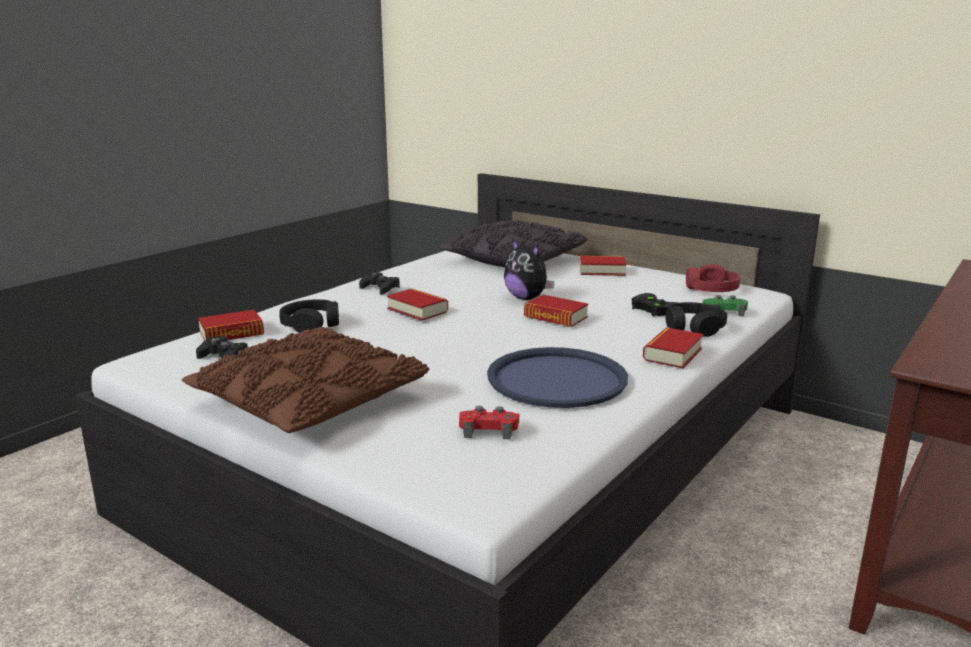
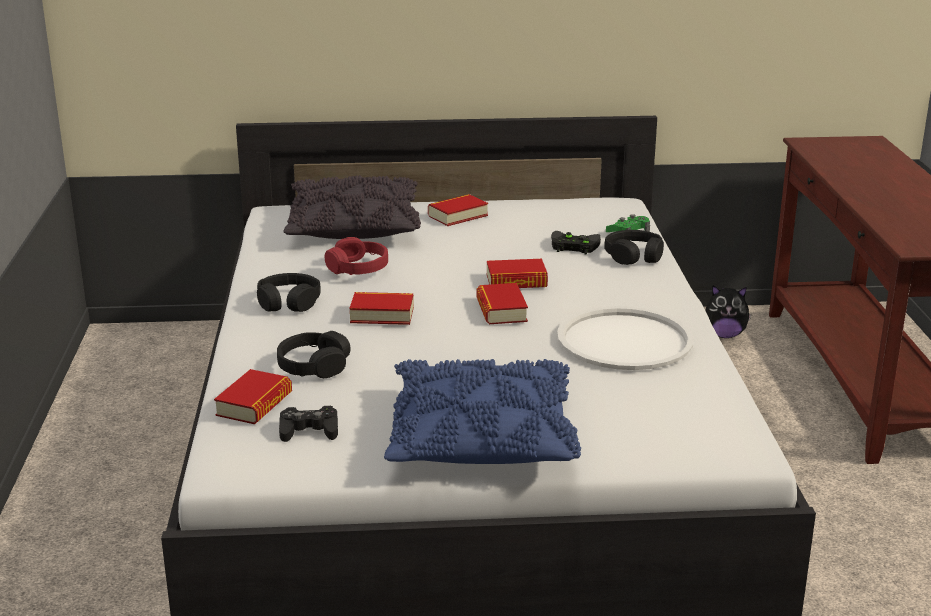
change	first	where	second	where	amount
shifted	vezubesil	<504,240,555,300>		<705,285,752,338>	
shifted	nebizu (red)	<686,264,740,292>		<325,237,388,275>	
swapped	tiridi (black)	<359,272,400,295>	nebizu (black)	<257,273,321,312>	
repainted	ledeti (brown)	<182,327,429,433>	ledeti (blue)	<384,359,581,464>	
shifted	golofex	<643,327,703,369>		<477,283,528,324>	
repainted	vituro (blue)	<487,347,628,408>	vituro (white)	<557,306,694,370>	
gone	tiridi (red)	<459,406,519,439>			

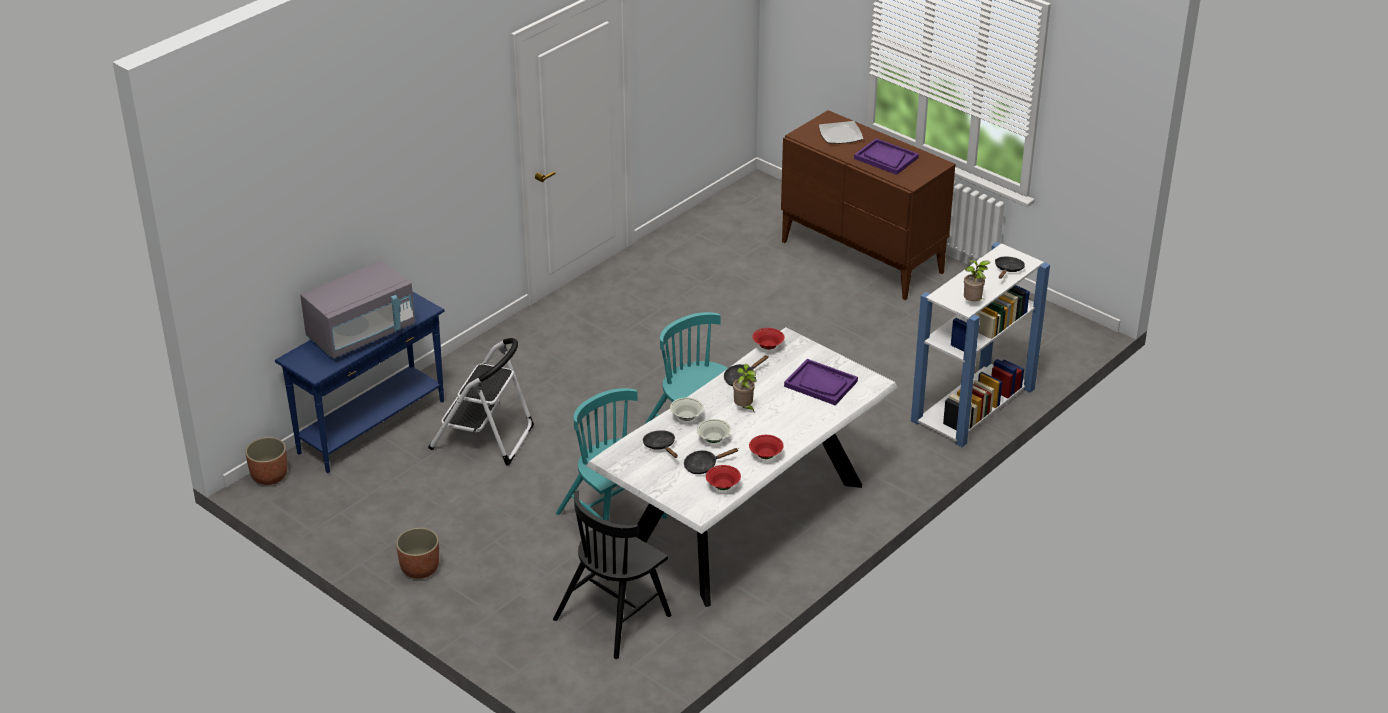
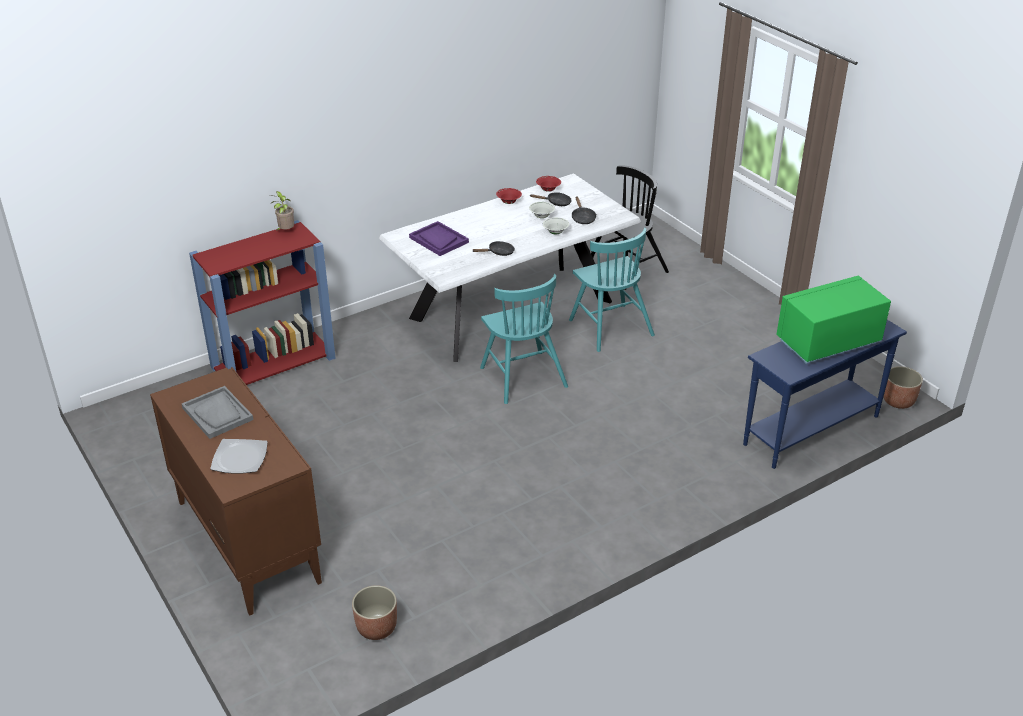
change	first	where	second	where	amount
repainted	vituro (purple)	<854,138,919,175>	vituro (grey)	<182,386,254,439>	
repainted	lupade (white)	<911,242,1050,447>	lupade (red)	<189,220,336,385>	
gone	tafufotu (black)	<995,257,1025,279>			
repainted	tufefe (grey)	<300,261,415,359>	tufefe (green)	<776,275,891,364>	
gone	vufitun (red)	<752,328,785,350>			
gone	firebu	<428,338,534,466>			
gone	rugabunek	<733,364,756,411>			
shifted	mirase	<396,528,439,579>		<352,585,397,640>	

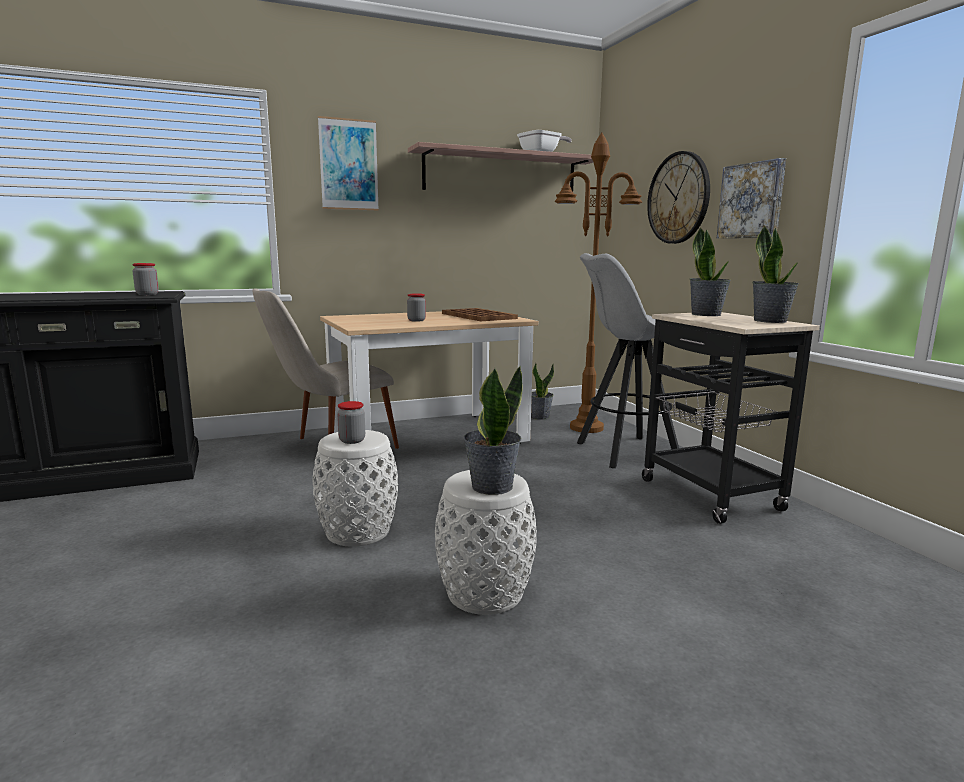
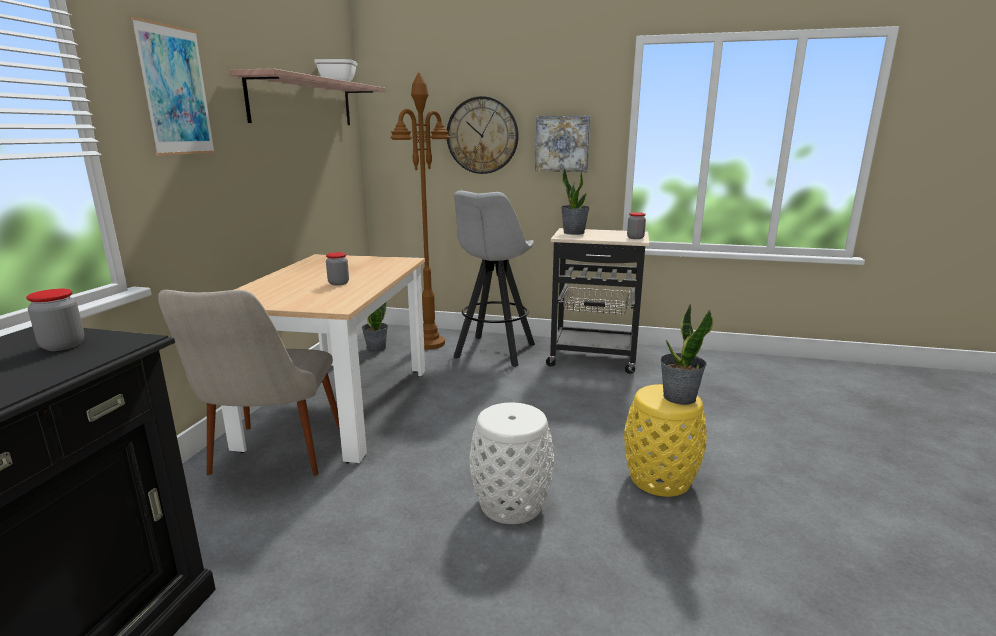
change	first	where	second	where	amount
gone	rugabunek	<752,225,799,323>			
gone	vituro (brown)	<442,308,518,321>			
shifted	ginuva	<337,401,365,444>		<627,212,646,239>	
repainted	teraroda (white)	<435,470,537,615>	teraroda (yellow)	<624,384,707,497>	

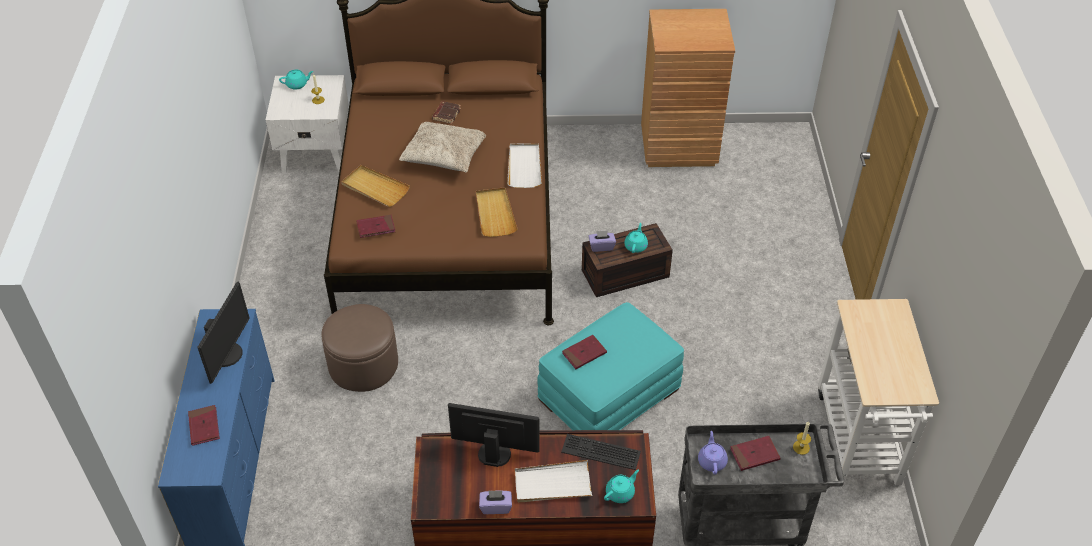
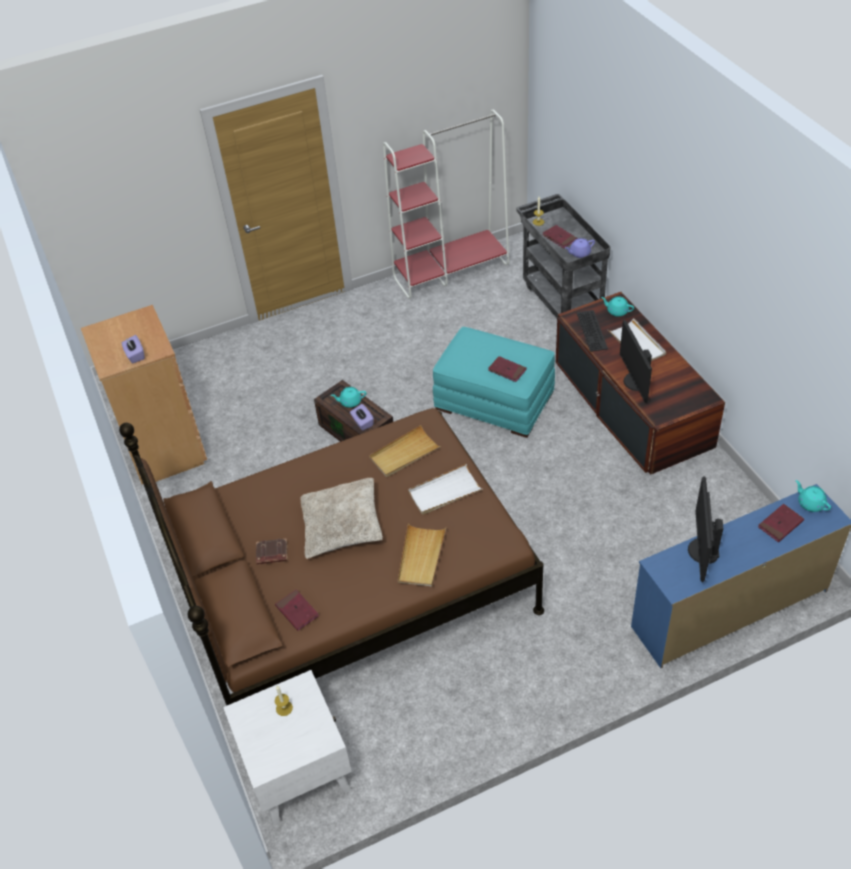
change	first	where	second	where	amount
shifted	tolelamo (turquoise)	<279,70,313,90>		<796,480,831,512>	
shifted	vituro (white)	<507,143,542,188>		<408,464,483,515>	
shifted	golofex (red)	<356,215,395,238>		<275,589,319,631>	
rotated	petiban	<197,282,250,384>		<688,476,723,582>	75 degrees counterclockwise
swapped	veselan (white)	<818,299,939,486>	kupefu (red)	<383,110,509,299>	
gone	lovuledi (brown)	<321,304,398,392>			
shifted	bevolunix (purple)	<479,490,512,514>		<122,335,145,363>	

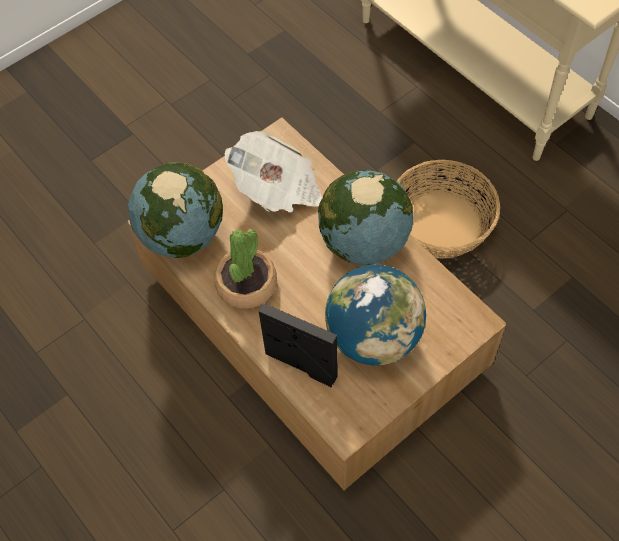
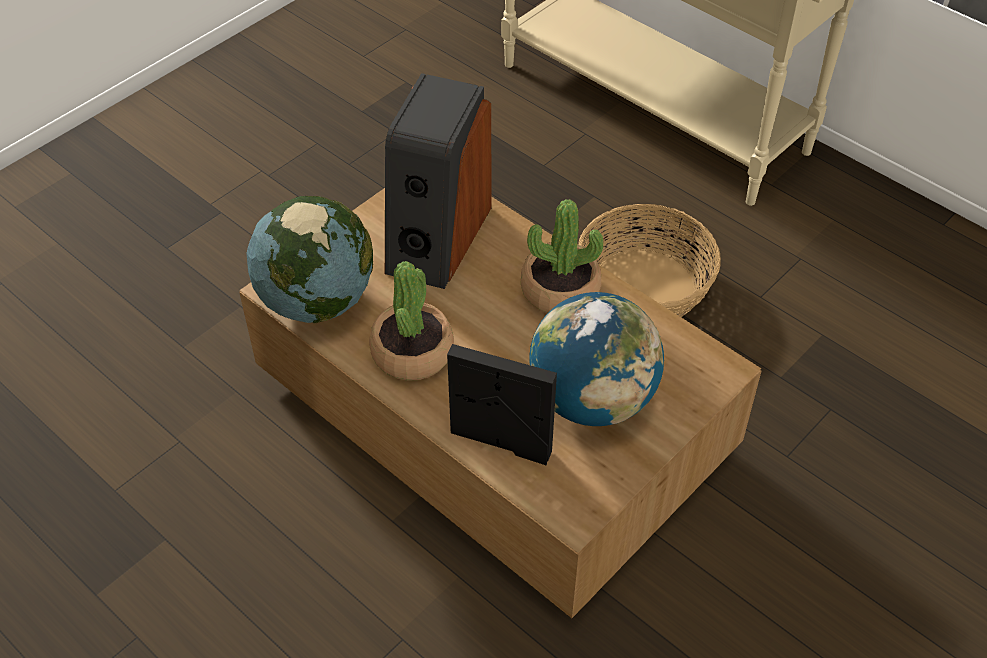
change	first	where	second	where	amount
swapped	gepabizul	<225,131,322,213>	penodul	<385,73,492,289>	
swapped	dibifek	<318,170,413,265>	rugabunek	<521,199,603,313>	

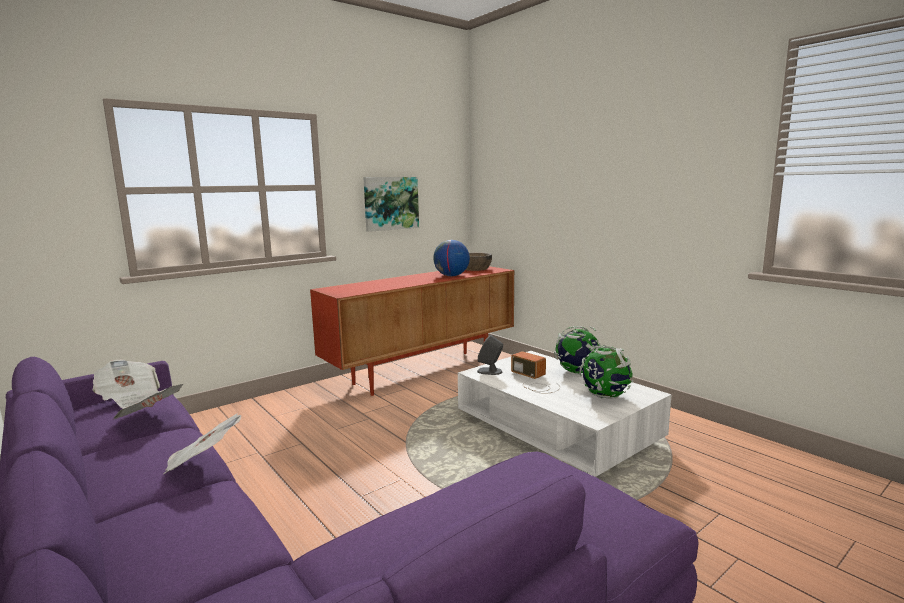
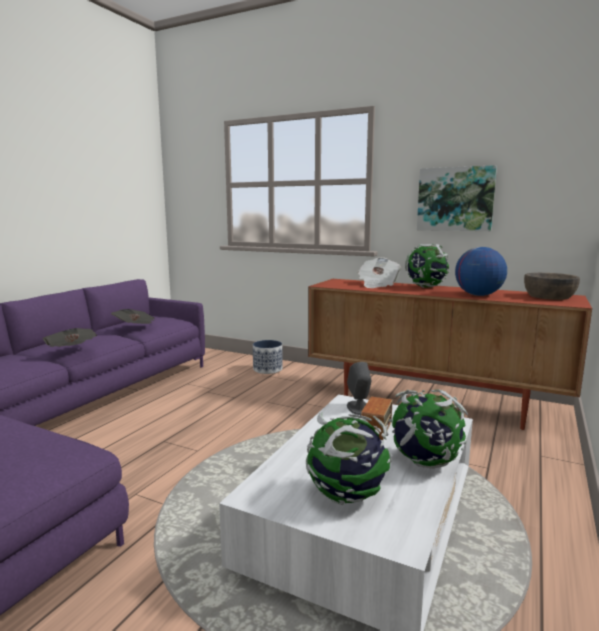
change	first	where	second	where	amount
shifted	gepabizul	<93,359,160,409>		<358,257,402,288>	
new			dibifek	<405,243,450,288>	
new			mirase	<253,340,283,374>	

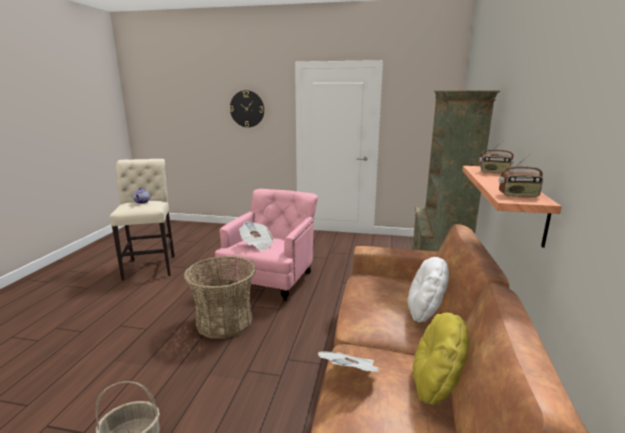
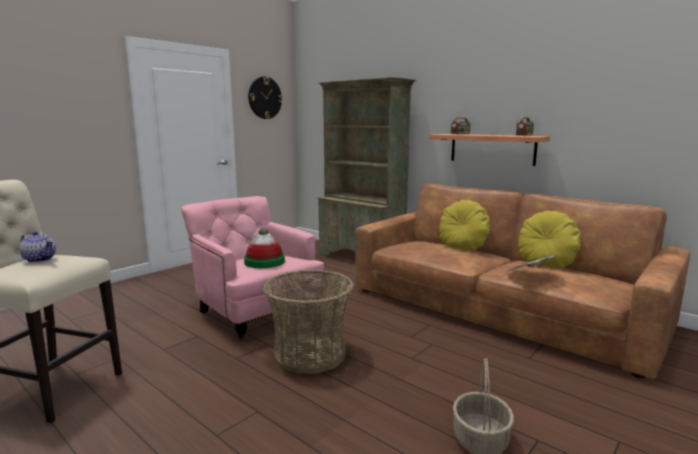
change	first	where	second	where	amount
shifted	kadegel	<230,90,264,127>		<248,77,283,119>	
swapped	gepabizul	<239,221,275,251>	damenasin	<244,227,285,268>	
repainted	ledeti (white)	<407,257,449,322>	ledeti (yellow)	<439,200,490,251>	

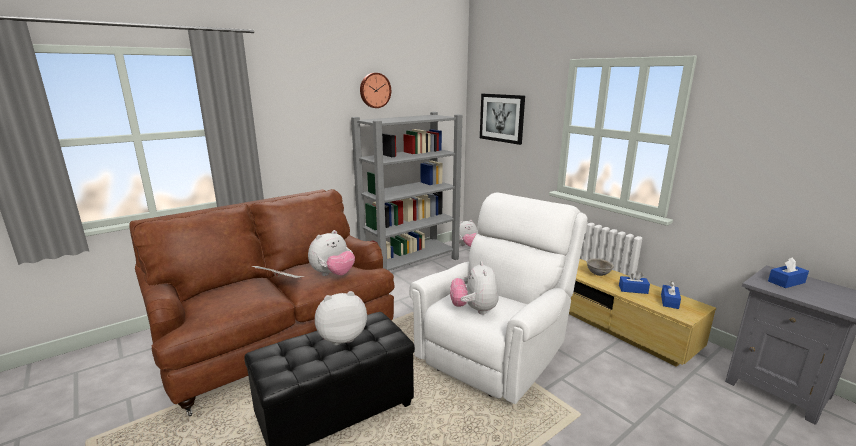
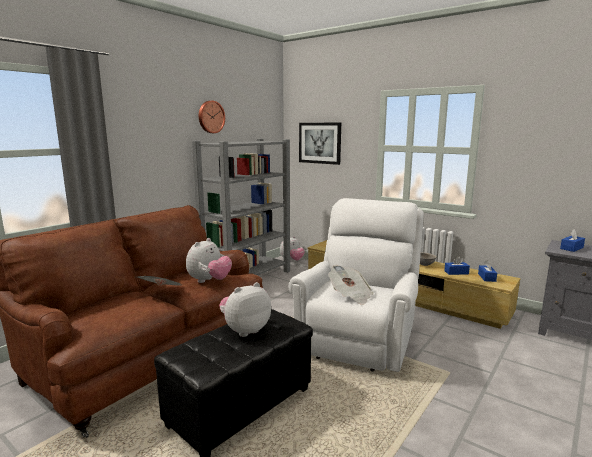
change	first	where	second	where	amount
swapped	vezubesil	<450,261,499,315>	gepabizul	<328,265,374,305>	

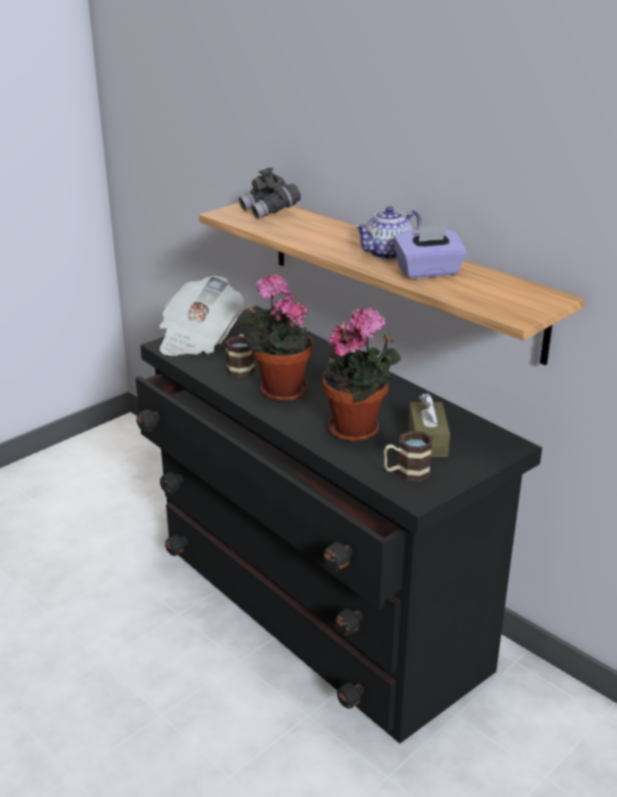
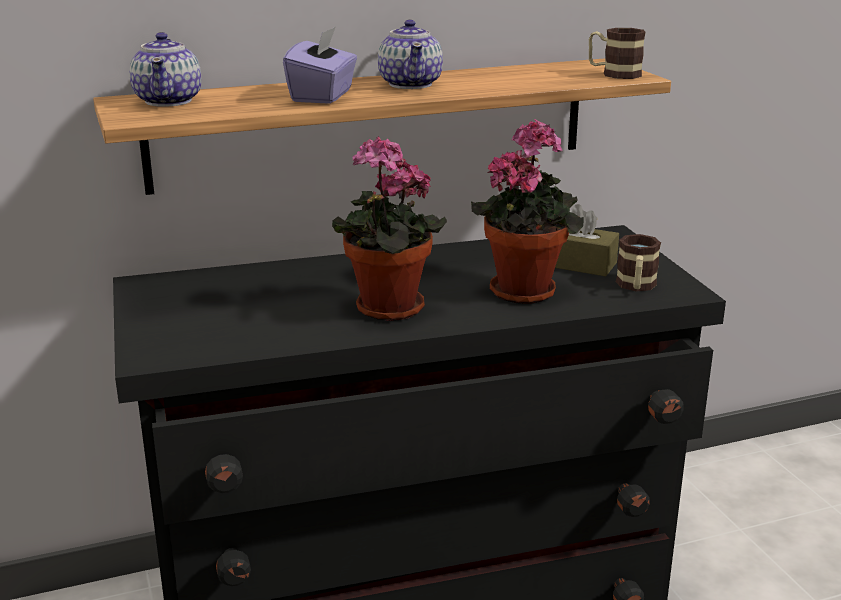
change	first	where	second	where	amount
swapped	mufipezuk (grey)	<239,167,301,219>	tolelamo	<130,32,201,107>	
shifted	bevolunix (purple)	<393,225,467,279>		<283,27,357,104>	
gone	gepabizul	<159,276,245,356>			
shifted	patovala	<225,334,255,378>		<589,28,646,79>	

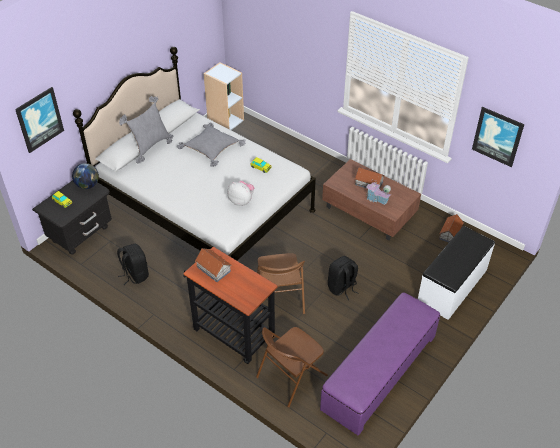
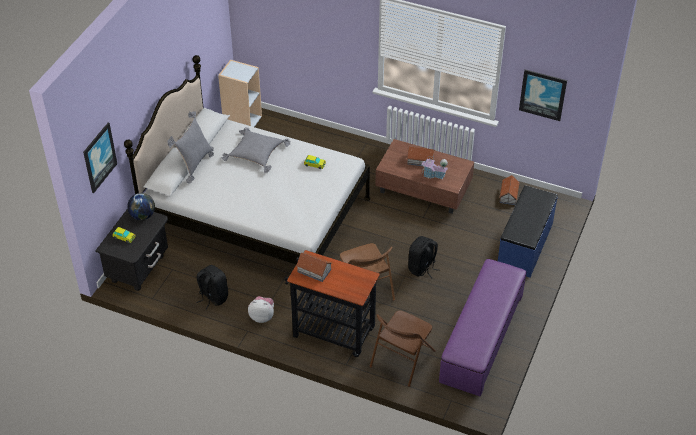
change	first	where	second	where	amount
shifted	vezubesil	<227,181,254,206>		<248,296,274,323>	
repainted	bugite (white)	<418,226,495,320>	bugite (blue)	<498,185,558,277>	

